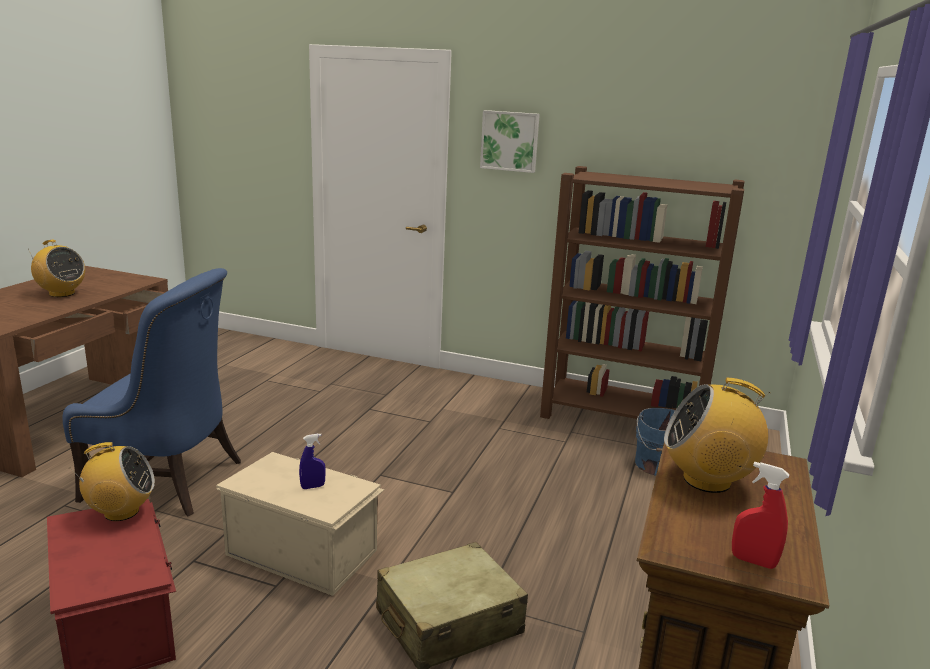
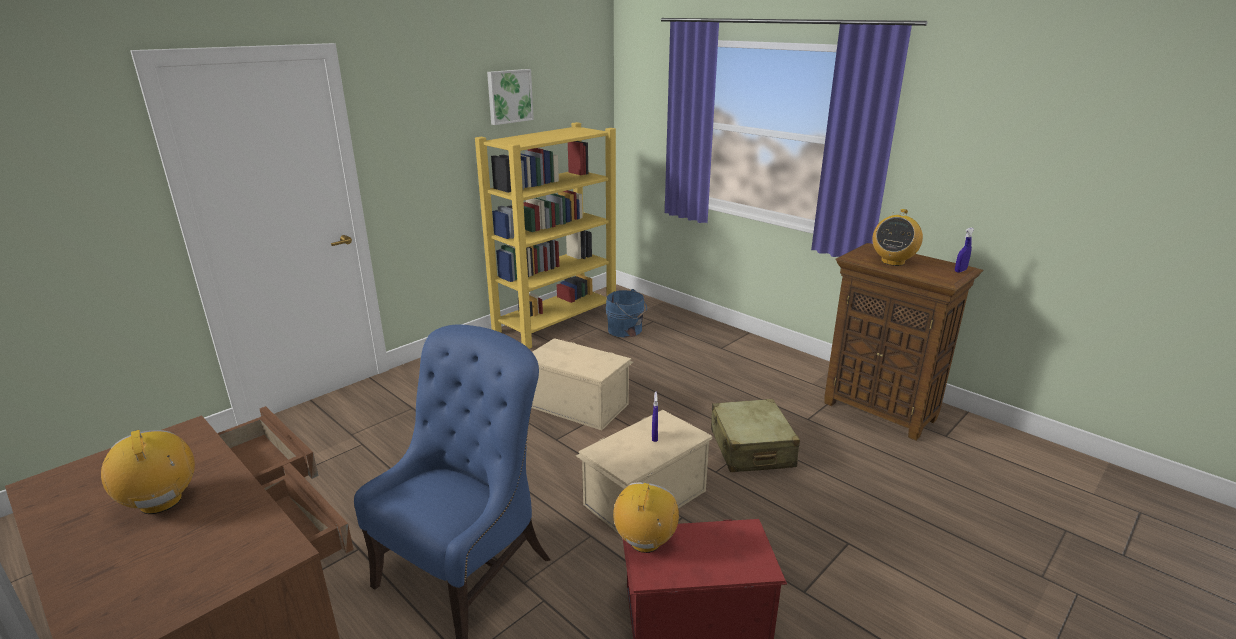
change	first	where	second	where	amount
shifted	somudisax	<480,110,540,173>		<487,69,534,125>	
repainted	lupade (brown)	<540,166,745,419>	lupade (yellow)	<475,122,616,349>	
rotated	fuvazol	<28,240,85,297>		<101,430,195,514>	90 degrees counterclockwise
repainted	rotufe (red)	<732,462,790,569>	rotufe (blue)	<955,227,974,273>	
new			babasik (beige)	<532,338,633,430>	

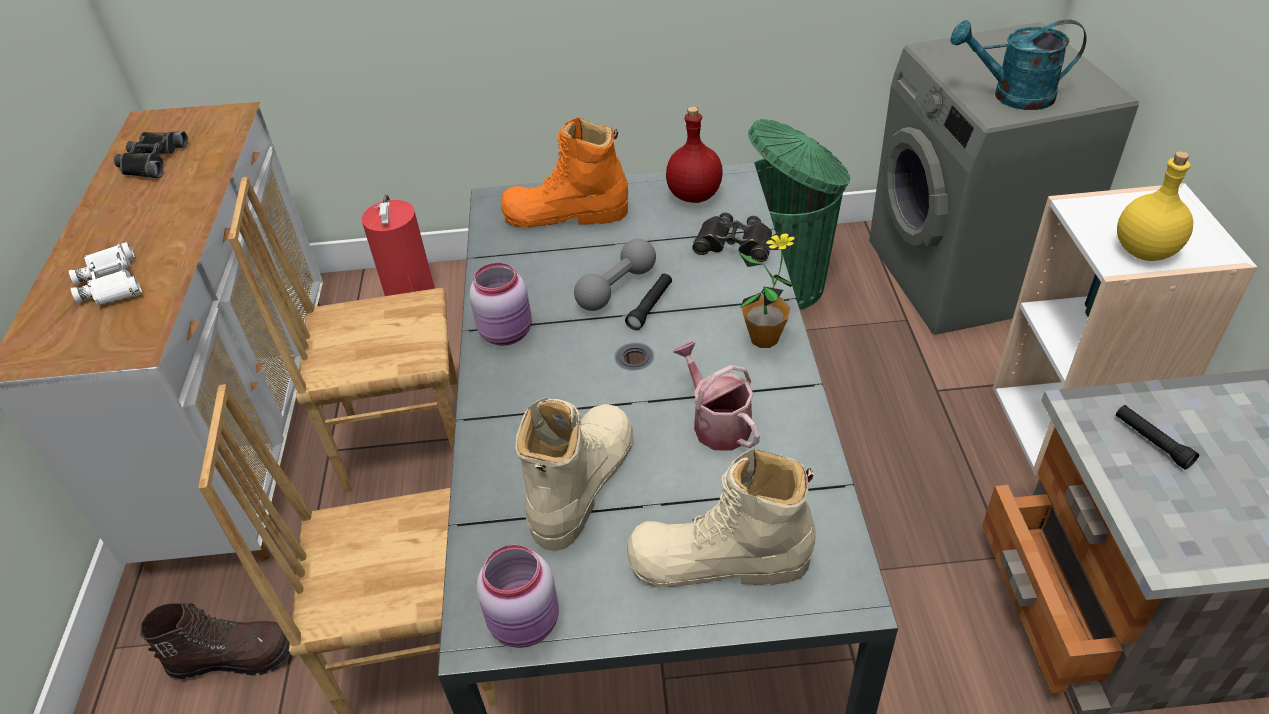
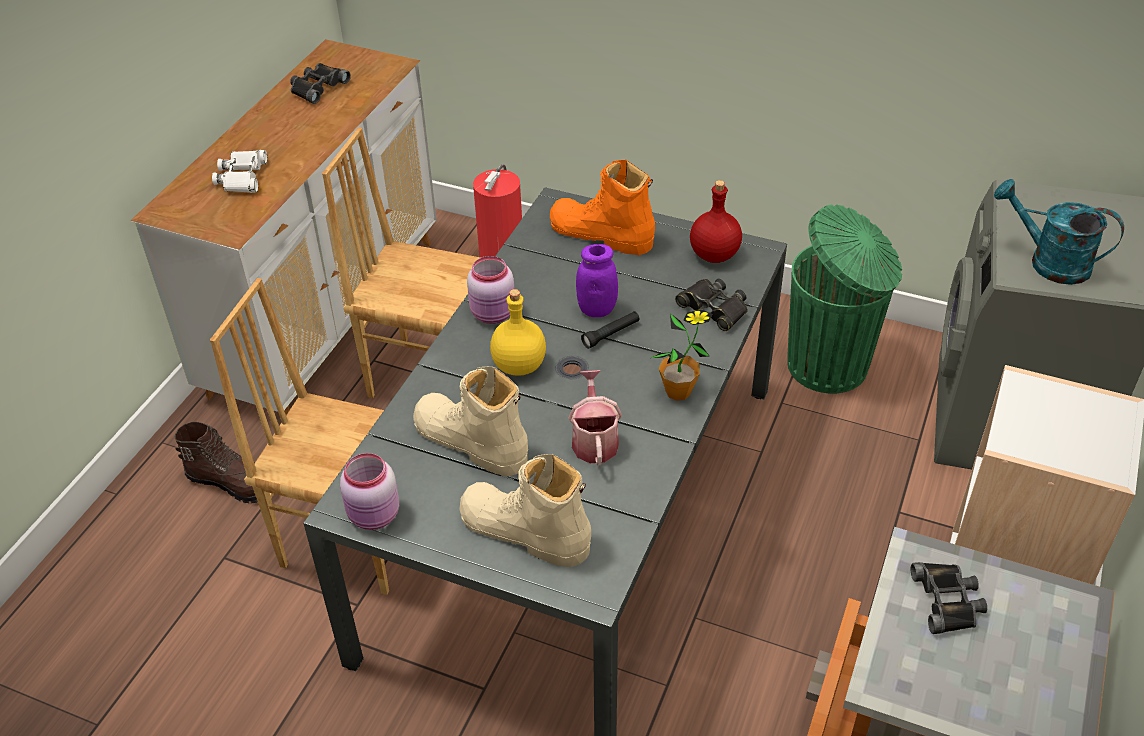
change	first	where	second	where	amount
shifted	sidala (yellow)	<1117,151,1193,261>		<490,289,546,376>	
swapped	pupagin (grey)	<574,239,656,311>	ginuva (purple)	<576,244,618,317>	
rotated	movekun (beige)	<514,397,633,551>		<413,367,528,477>	105 degrees counterclockwise
swapped	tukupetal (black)	<1116,405,1199,470>	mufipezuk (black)	<911,562,987,634>	

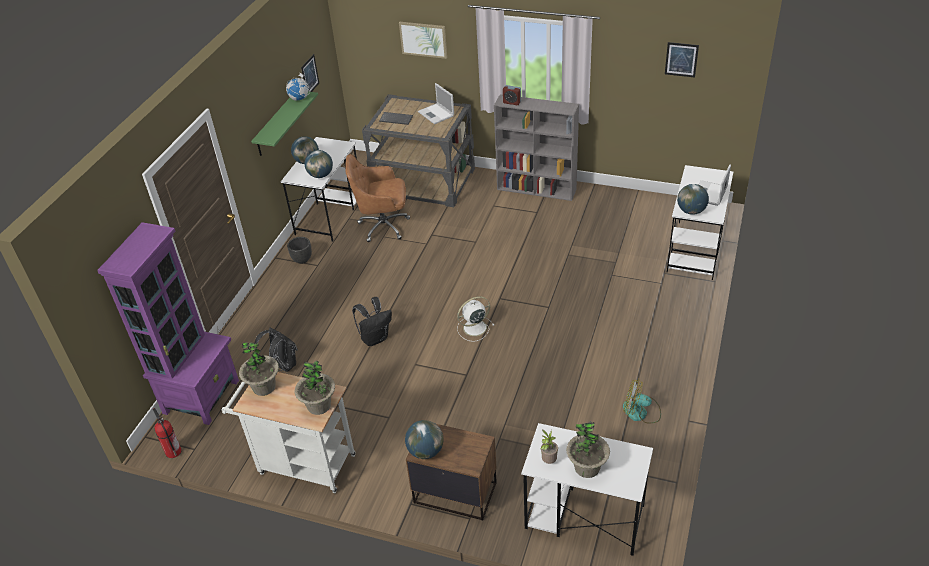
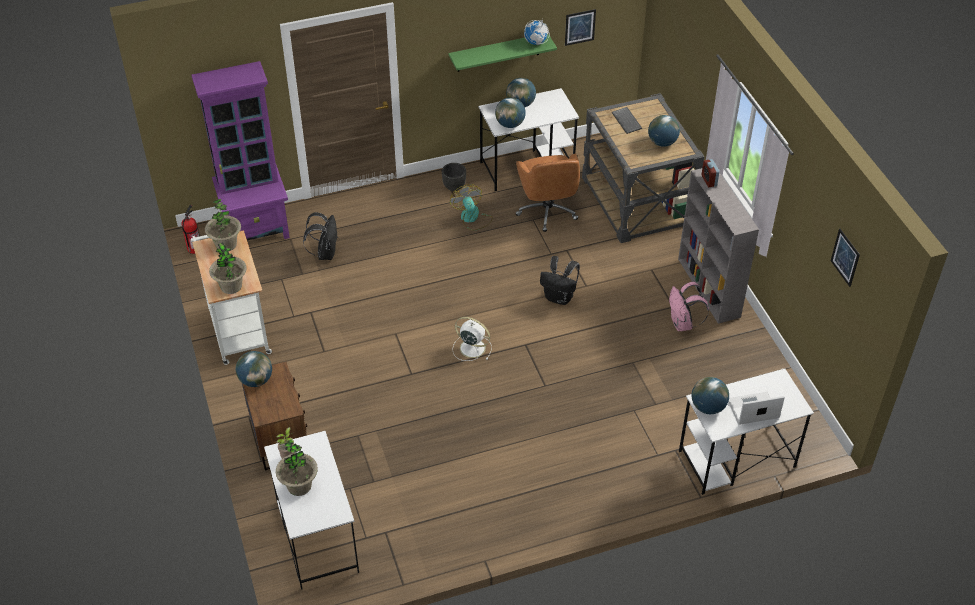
change	first	where	second	where	amount
gone	somudisax	<399,22,447,59>			
swapped	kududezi	<418,83,454,124>	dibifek	<648,115,680,147>	
rotated	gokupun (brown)	<345,154,410,242>		<516,153,580,232>	150 degrees counterclockwise
shifted	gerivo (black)	<352,297,392,346>		<540,256,580,305>	
shifted	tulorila	<623,378,661,424>		<450,184,493,231>	
new			gerivo (pink)	<669,282,709,331>	

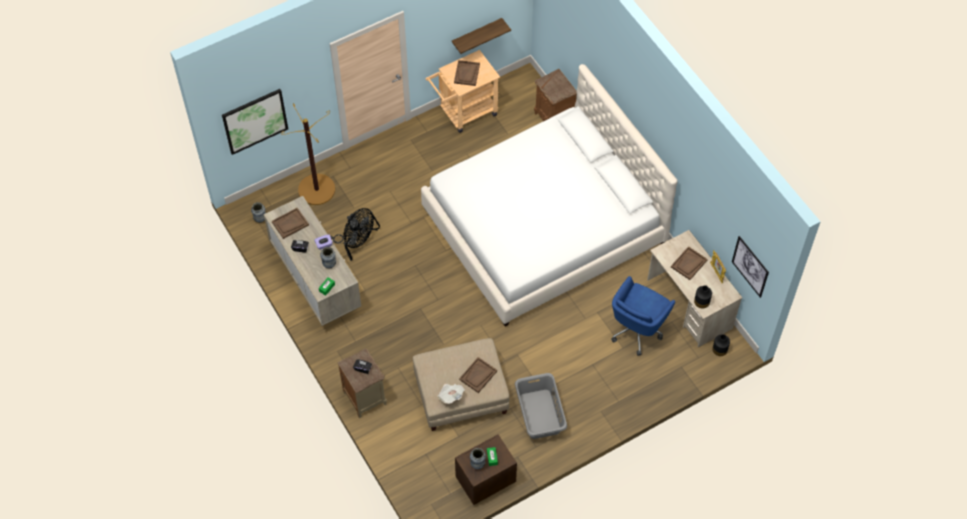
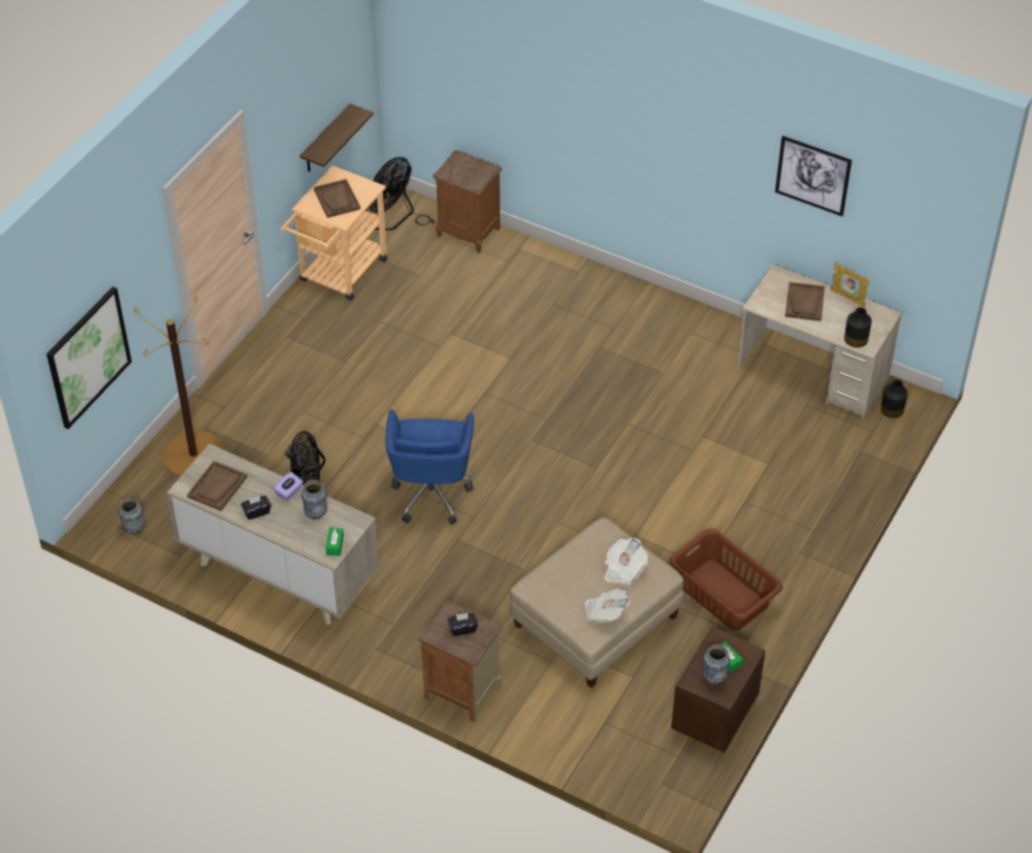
change	first	where	second	where	amount
gone	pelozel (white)	<421,64,678,327>			
shifted	somudisax	<732,236,769,298>		<775,136,852,217>	
shifted	gokupun (blue)	<611,276,675,356>		<386,409,474,525>	
swapped	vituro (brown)	<459,357,497,393>	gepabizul	<604,538,648,585>	
repainted	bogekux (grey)	<515,373,567,439>	bogekux (brown)	<670,529,782,631>	
new			tulorila (black)	<362,157,435,230>	

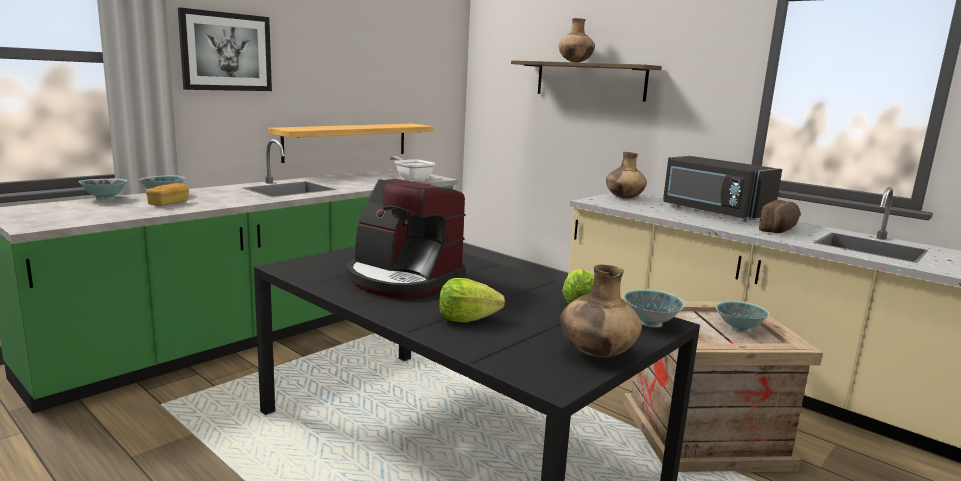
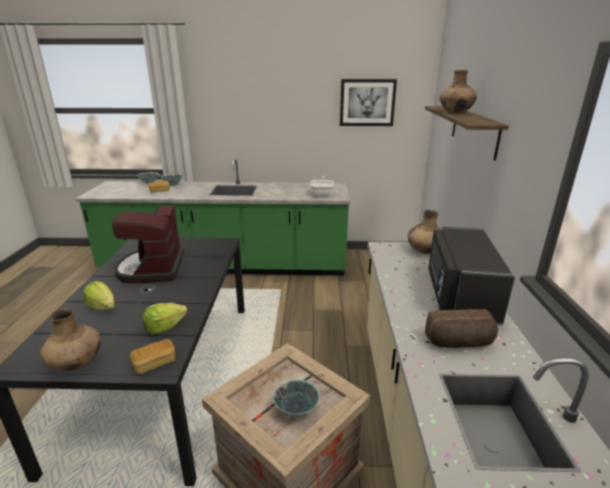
change	first	where	second	where	amount
shifted	somudisax	<178,7,272,91>		<340,79,397,126>	
gone	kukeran	<268,124,434,163>			
swapped	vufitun	<624,290,685,328>	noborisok	<130,339,175,374>	

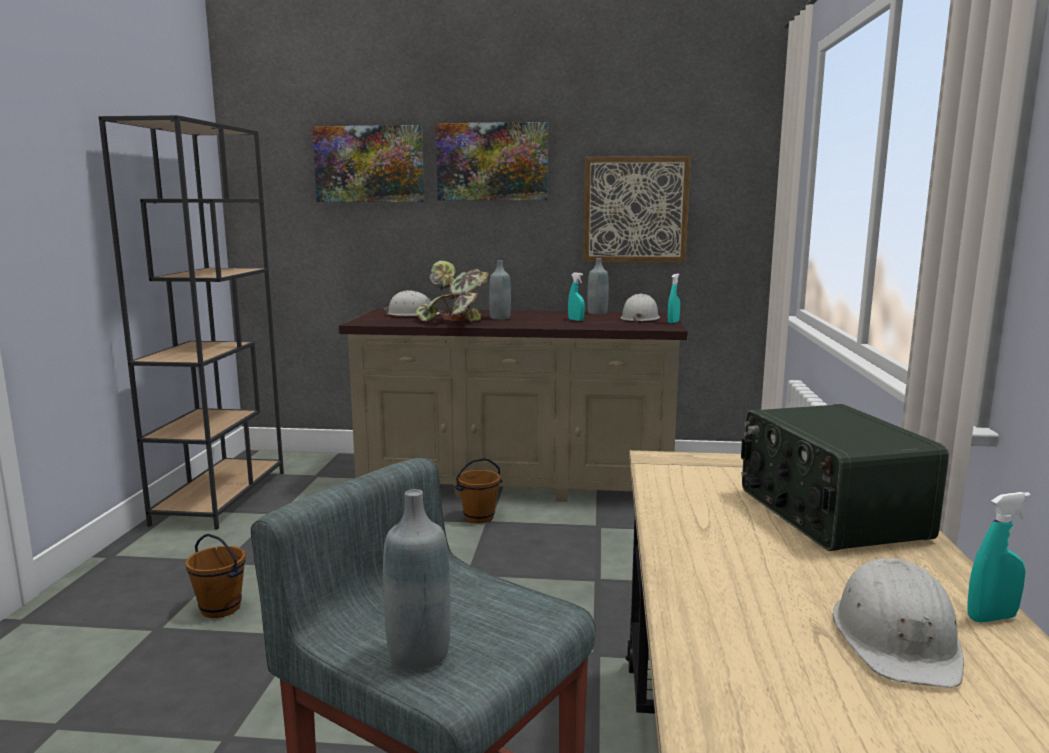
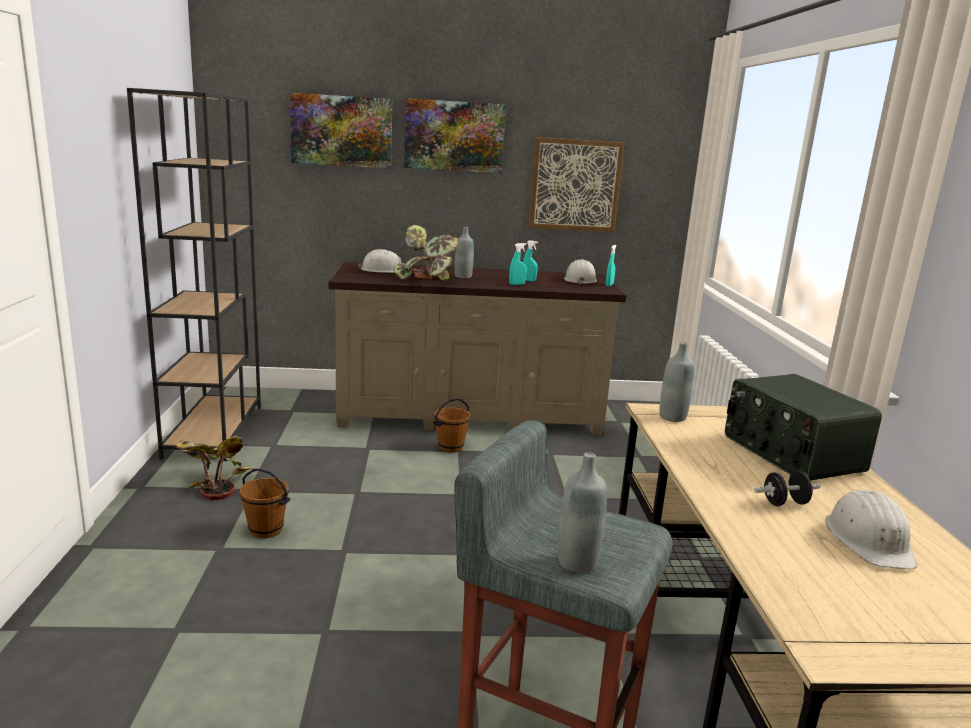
change	first	where	second	where	amount
shifted	sidala (grey)	<588,258,609,315>		<659,342,694,422>	
shifted	rotufe (turquoise)	<967,492,1031,622>		<509,243,527,285>	
new			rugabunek	<173,436,255,500>	
new			pupagin (black)	<754,471,820,506>	

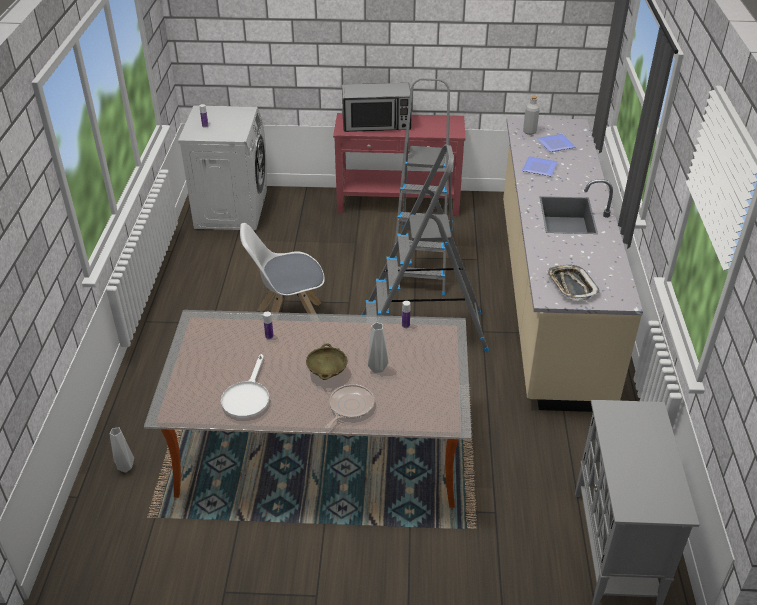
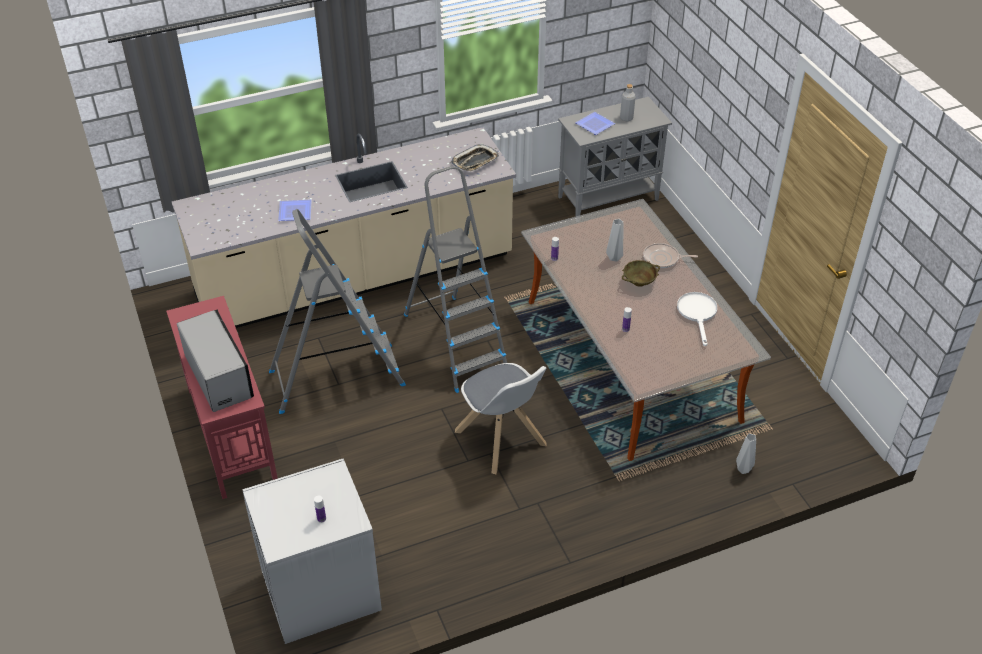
change	first	where	second	where	amount
shifted	sidala (grey)	<523,95,540,135>		<620,84,636,121>	
shifted	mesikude	<537,134,576,152>		<575,112,615,135>	
rotated	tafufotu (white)	<221,354,270,418>		<677,292,717,346>	75 degrees counterclockwise

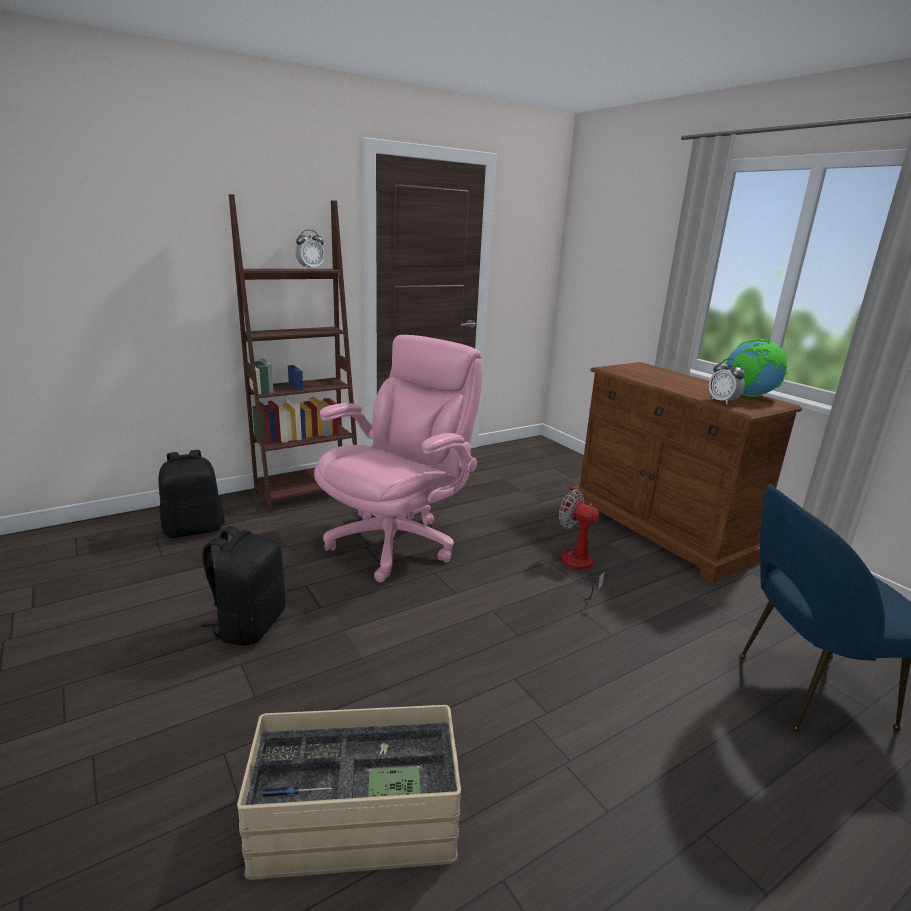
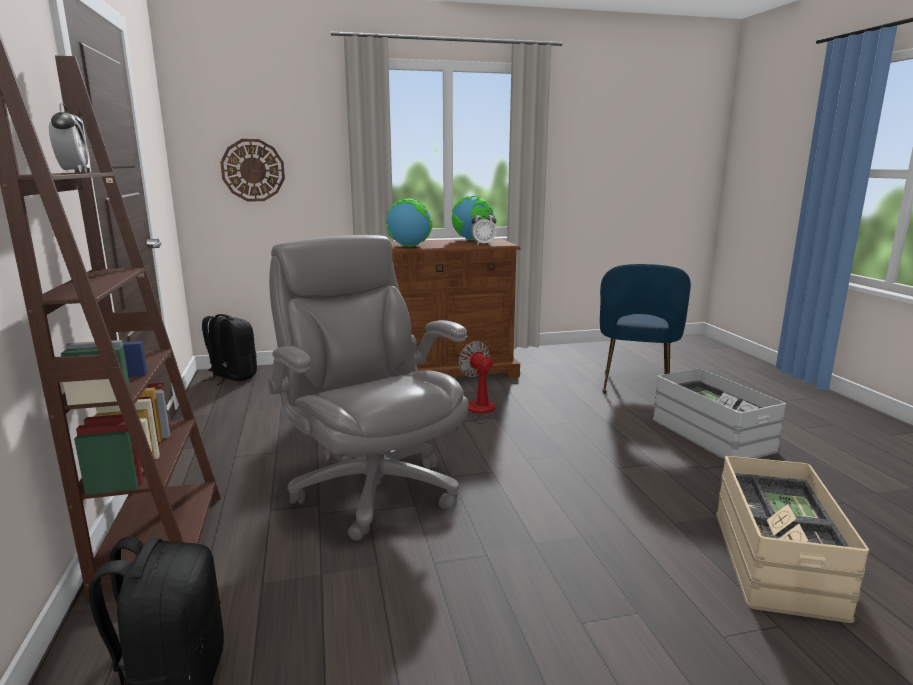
change	first	where	second	where	amount
repainted	gokupun (pink)	<314,335,482,582>	gokupun (grey)	<268,235,468,541>	
rotated	tulorila	<559,489,604,600>		<454,341,495,431>	90 degrees clockwise
shifted	gerivo (black)	<201,526,285,646>		<202,314,257,385>	
new			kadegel	<220,139,285,201>	
new			dibifek	<386,199,432,247>	
new			babasik (grey)	<653,369,786,460>	

